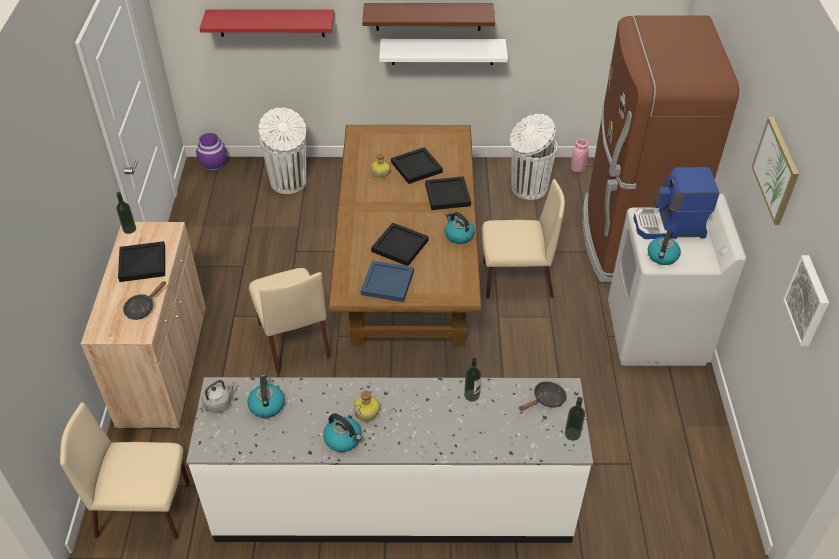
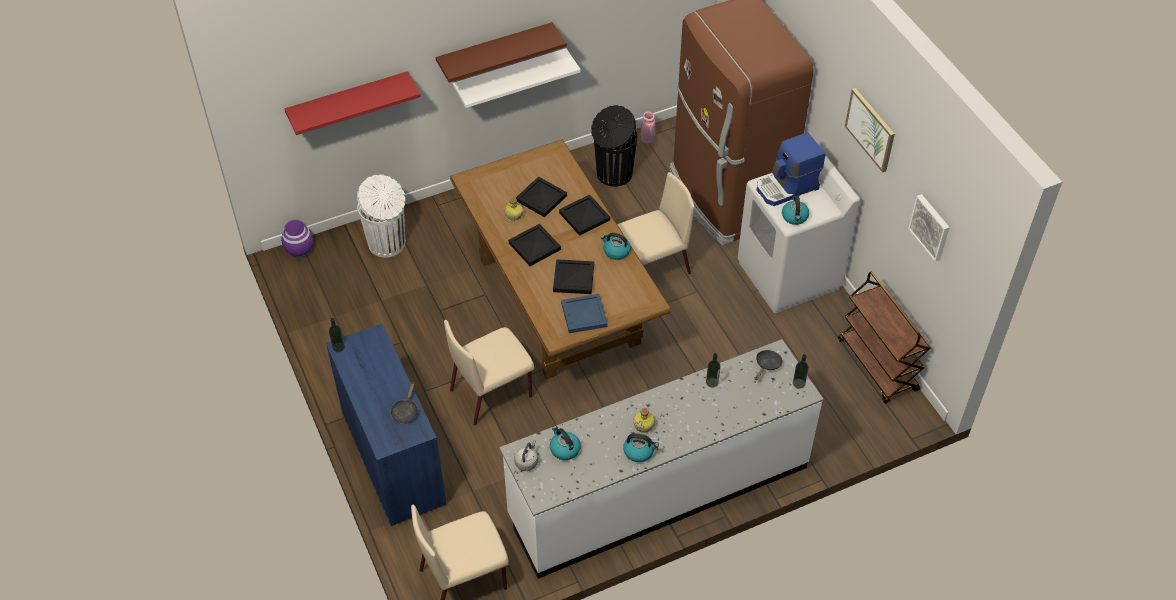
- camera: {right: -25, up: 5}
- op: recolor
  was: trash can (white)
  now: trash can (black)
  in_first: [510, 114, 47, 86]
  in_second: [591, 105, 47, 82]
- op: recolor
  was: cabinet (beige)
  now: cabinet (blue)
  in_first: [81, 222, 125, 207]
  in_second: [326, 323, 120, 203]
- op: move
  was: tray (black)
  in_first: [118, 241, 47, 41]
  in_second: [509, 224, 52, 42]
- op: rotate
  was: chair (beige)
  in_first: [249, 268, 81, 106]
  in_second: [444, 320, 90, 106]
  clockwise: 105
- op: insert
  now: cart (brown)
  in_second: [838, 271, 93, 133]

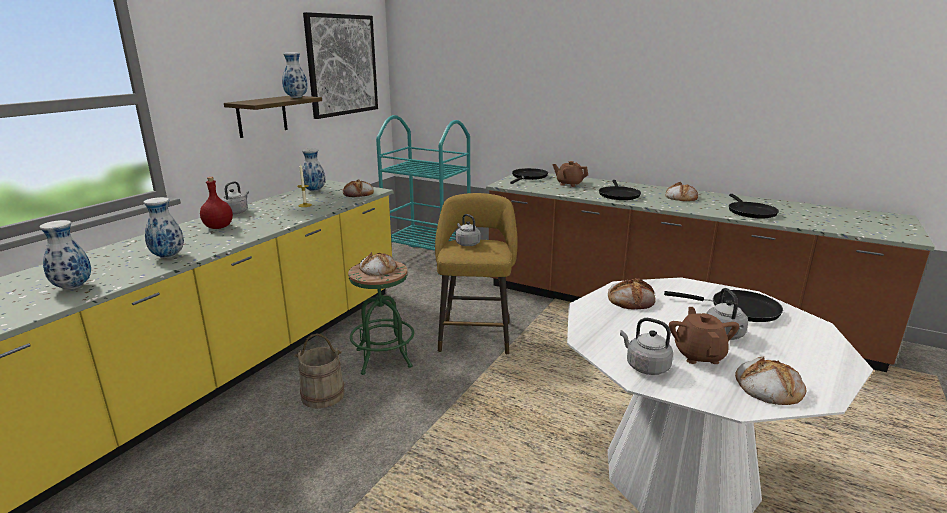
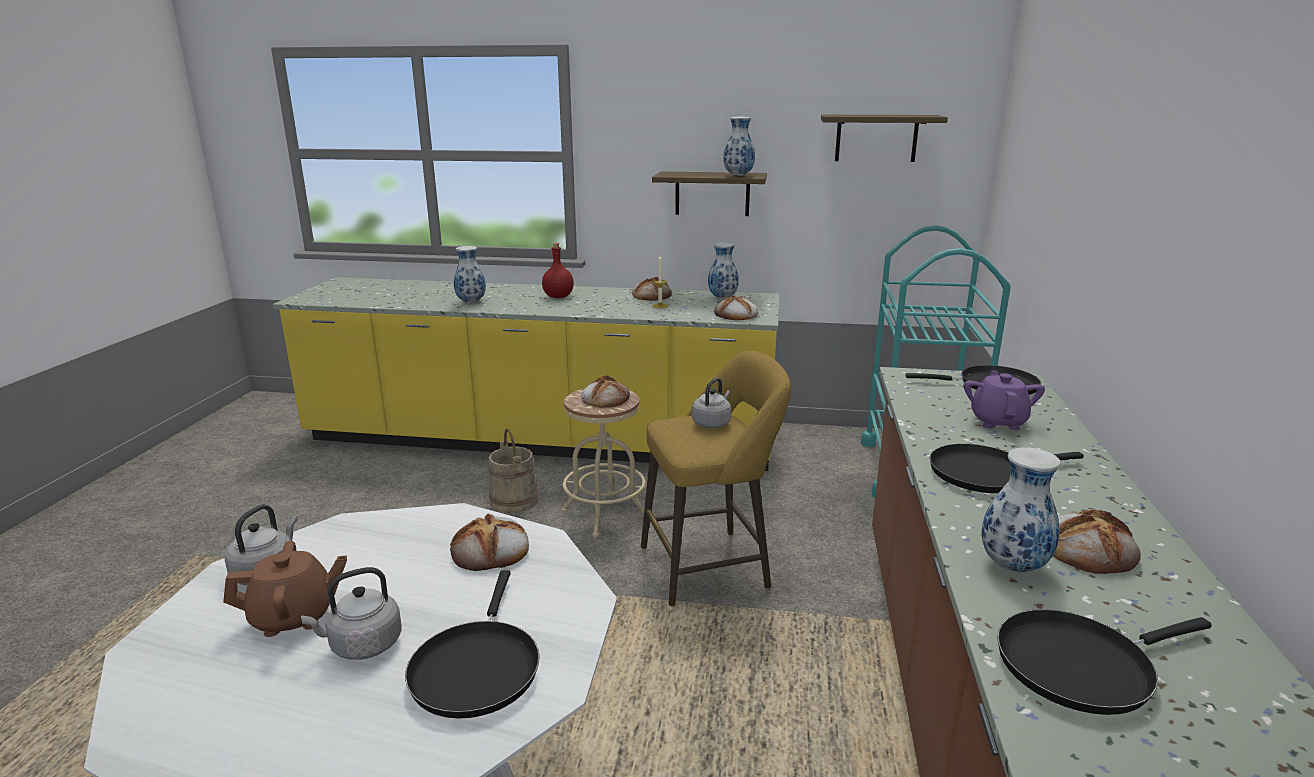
- camera: {right: 70, up: 0}
- op: replace
  was: picture
  now: shelf
  in_first: [303, 12, 75, 107]
  in_second: [821, 115, 127, 47]
- op: recolor
  was: teapot (brown)
  now: teapot (purple)
  in_first: [553, 161, 35, 26]
  in_second: [964, 370, 81, 60]
- op: delete
  was: kettle (grey)
  in_first: [221, 181, 28, 34]
- op: move
  was: vase
  in_first: [40, 220, 51, 70]
  in_second: [982, 447, 79, 126]
- op: recolor
  was: stool (green)
  now: stool (beige)
  in_first: [348, 261, 66, 114]
  in_second: [562, 388, 83, 150]
- op: move
  was: bread
  in_first: [735, 356, 71, 49]
  in_second: [632, 277, 40, 24]

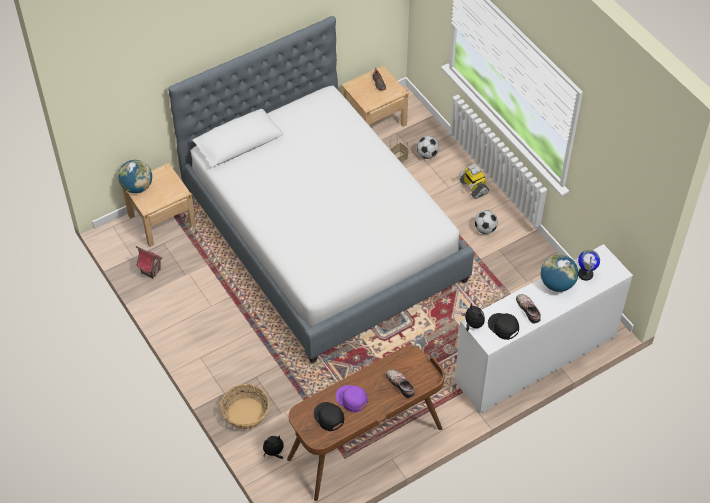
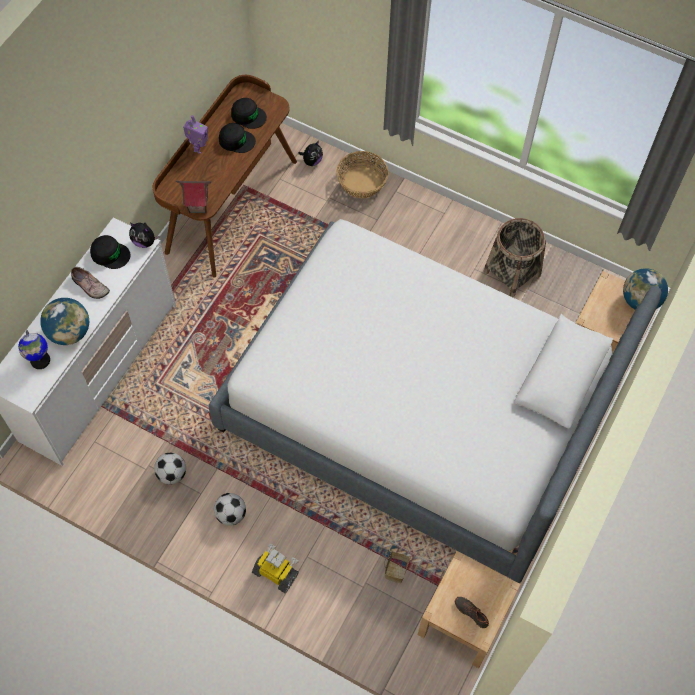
- camera: {right: 150, up: 10}
- op: move
  was: football
  in_first: [417, 136, 22, 23]
  in_second: [154, 453, 32, 32]
- op: move
  was: toy house
  in_first: [136, 246, 26, 33]
  in_second: [176, 181, 36, 33]
- op: delete
  was: shoe
  in_first: [386, 370, 29, 28]
- op: recolor
  was: cap (purple)
  now: cap (black)
  in_first: [336, 385, 32, 27]
  in_second: [219, 123, 37, 30]
- op: insert
  now: toy robot
  in_second: [183, 115, 25, 39]
- op: insert
  now: basket
  in_second: [483, 218, 63, 80]

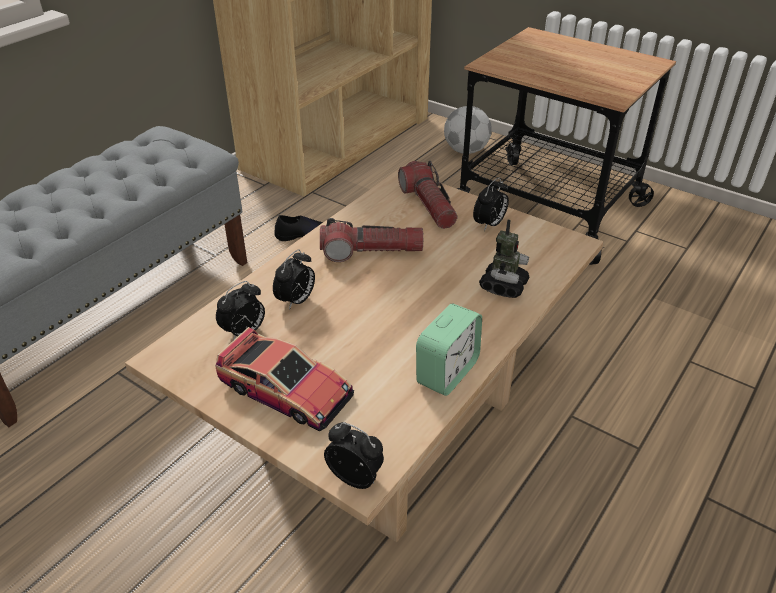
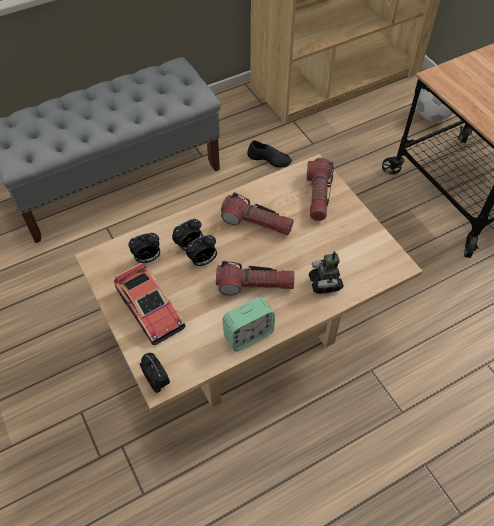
- camera: {right: 25, up: 15}
- op: move
  was: alarm clock
  in_first: [473, 177, 36, 54]
  in_second: [186, 235, 31, 31]
- op: rotate
  was: toy robot
  in_first: [479, 219, 50, 79]
  in_second: [309, 251, 35, 43]
  clockwise: 120
- op: insert
  now: flashlight
  in_second: [216, 261, 79, 35]

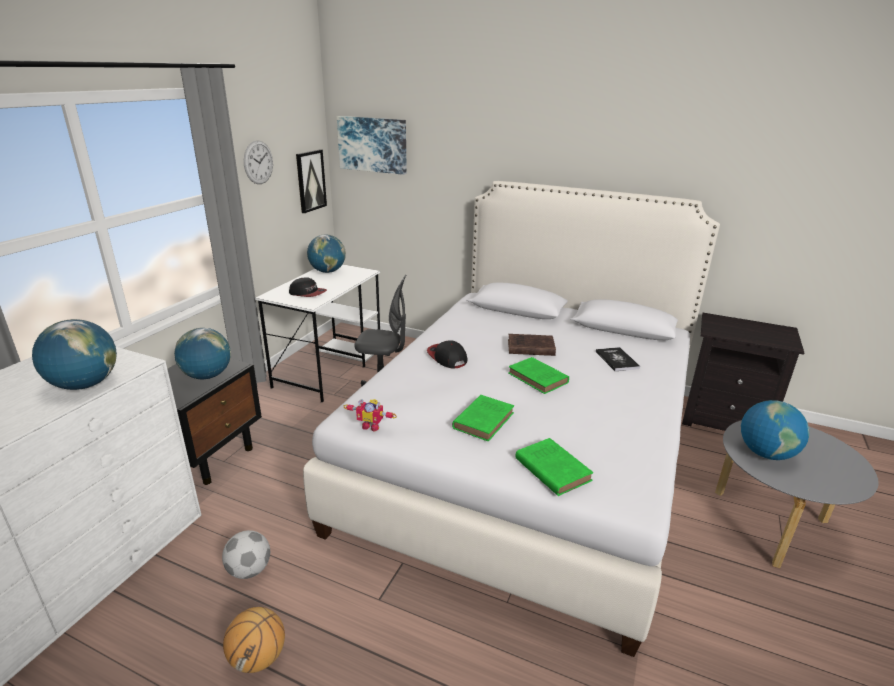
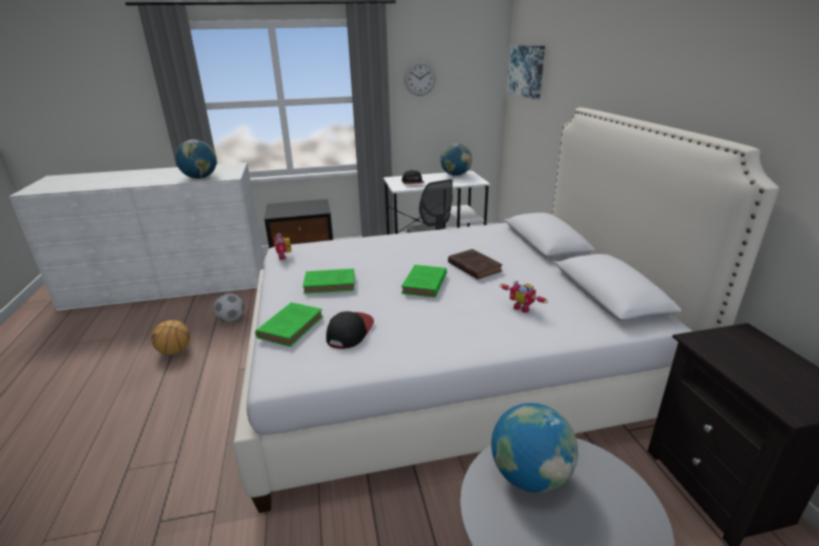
- camera: {right: 55, up: 0}
- op: delete
  was: picture
  in_first: [296, 150, 31, 63]
- op: delete
  was: globe
  in_first: [174, 328, 57, 51]
- op: move
  was: cap
  in_first: [427, 340, 40, 29]
  in_second: [326, 311, 48, 38]
- op: replace
  was: book
  now: toy robot
  in_first: [596, 347, 44, 24]
  in_second: [500, 280, 48, 33]

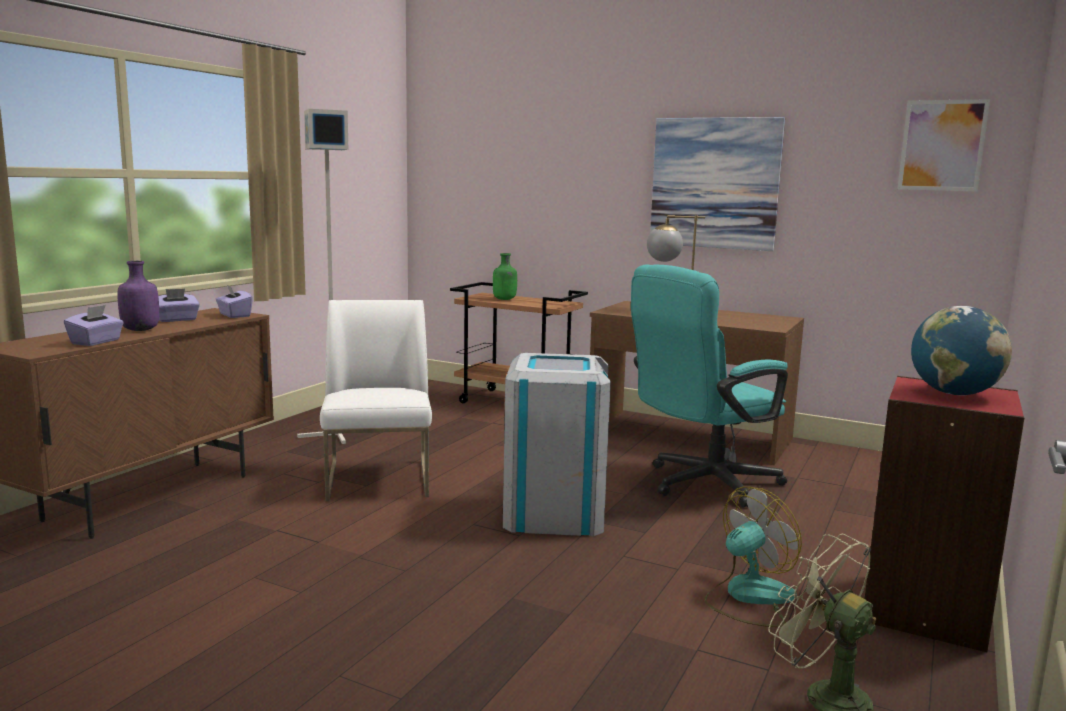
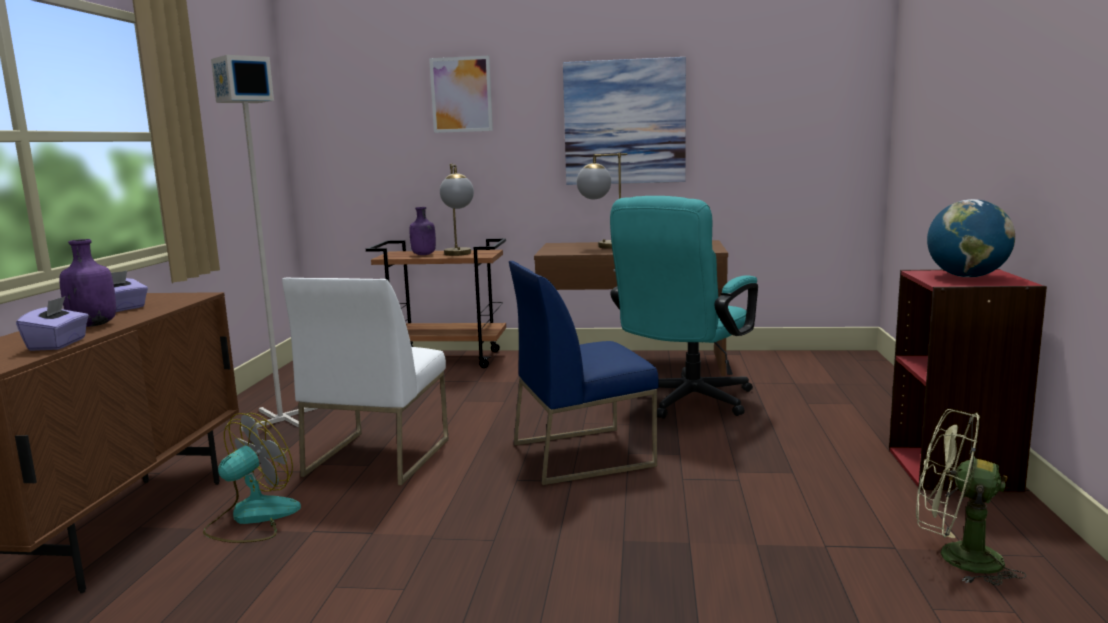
- camera: {right: -20, up: 0}
- op: move
  was: picture
  in_first: [897, 99, 93, 93]
  in_second: [429, 56, 64, 77]
- op: recolor
  was: bottle (green)
  now: bottle (purple)
  in_first: [493, 253, 24, 47]
  in_second: [410, 207, 26, 48]
- op: delete
  was: tissue box (purple)
  in_first: [216, 285, 37, 33]
- op: rotate
  was: chair (white)
  in_first: [320, 300, 112, 201]
  in_second: [282, 277, 167, 209]
  clockwise: -135
- op: replace
  was: trash can (grey)
  now: chair (blue)
  in_first: [503, 353, 108, 183]
  in_second: [509, 261, 150, 224]
- op: move
  was: fan
  in_first: [704, 486, 98, 141]
  in_second: [203, 413, 98, 130]
- op: insert
  now: table lamp
  in_second: [440, 164, 34, 92]

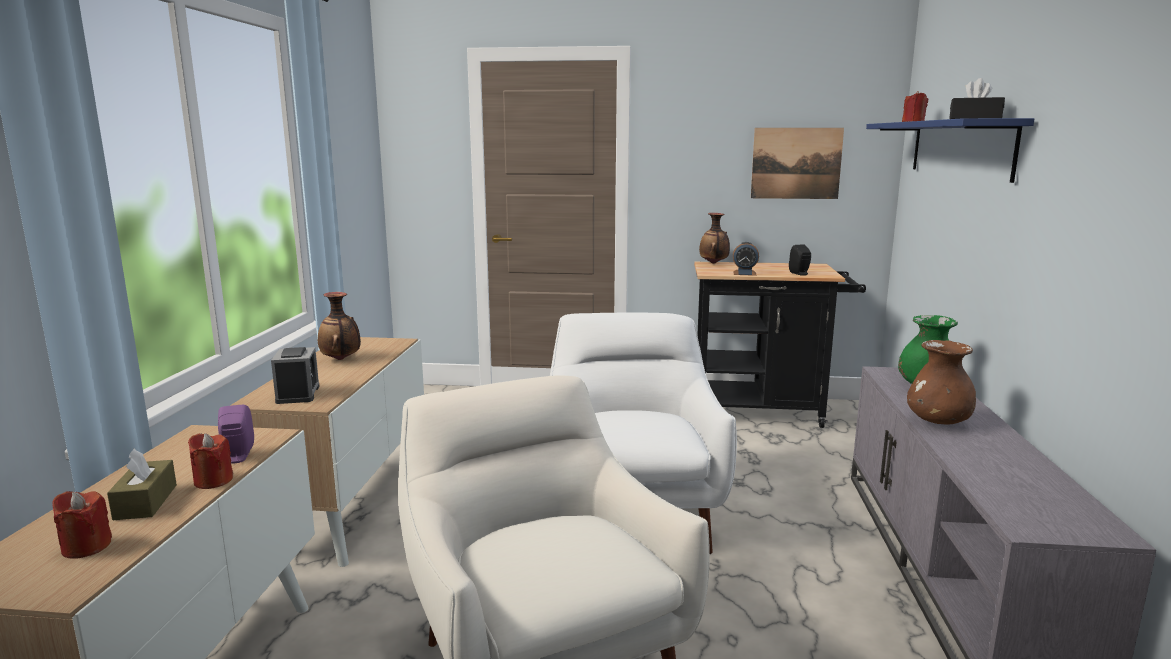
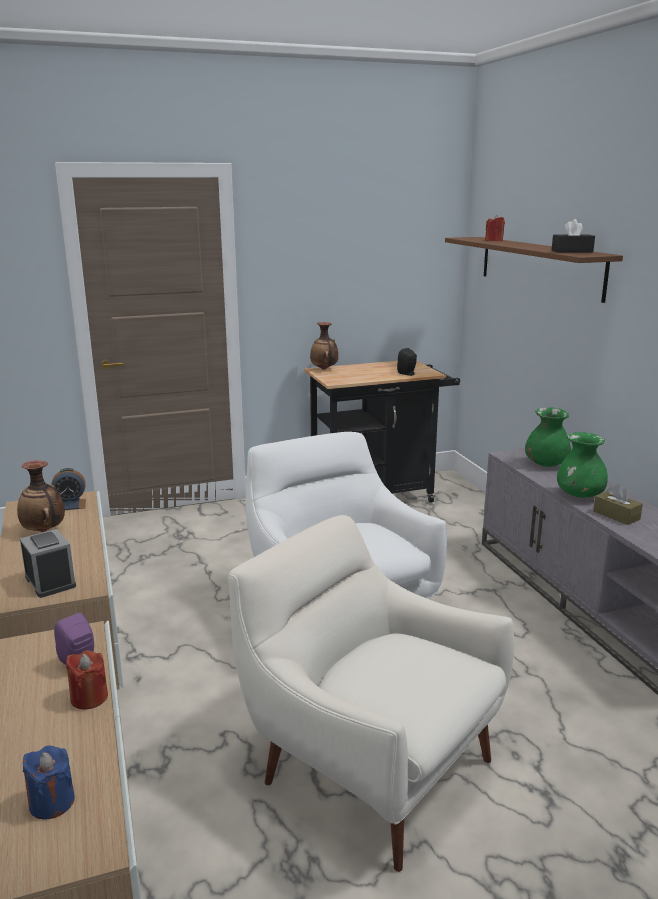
- camera: {right: -25, up: 5}
- op: recolor
  was: shelf (blue)
  now: shelf (brown)
  in_first: [866, 118, 168, 65]
  in_second: [445, 237, 178, 66]
- op: delete
  was: picture
  in_first: [751, 128, 93, 71]
- op: move
  was: alarm clock
  in_first: [733, 242, 26, 34]
  in_second: [51, 468, 35, 42]
- op: recolor
  was: vase (brown)
  now: vase (green)
  in_first: [907, 340, 69, 85]
  in_second: [557, 432, 51, 66]
- op: move
  was: tissue box (brown)
  in_first: [107, 449, 70, 71]
  in_second: [593, 484, 50, 41]
- op: recolor
  was: candle (red)
  now: candle (blue)
  in_first: [52, 491, 60, 68]
  in_second: [23, 745, 52, 74]

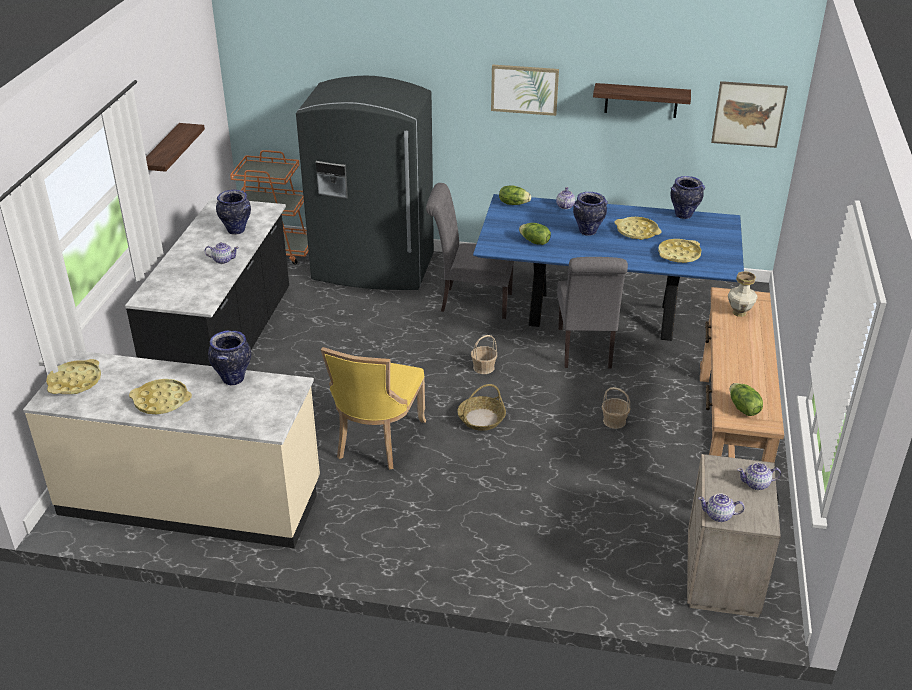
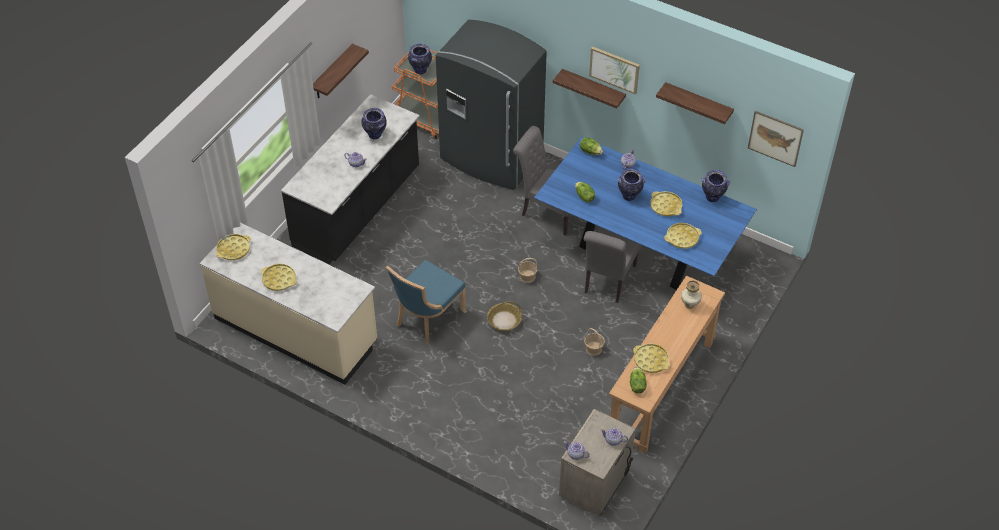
- camera: {right: 20, up: 15}
- op: move
  was: vase
  in_first: [208, 331, 43, 54]
  in_second: [408, 44, 24, 30]
- op: recolor
  was: chair (yellow)
  now: chair (blue)
  in_first: [321, 347, 106, 123]
  in_second: [386, 260, 81, 84]
- op: insert
  now: shelf
  in_second: [553, 69, 73, 40]
- op: insert
  now: tray (yellow)
  in_second: [633, 343, 37, 30]

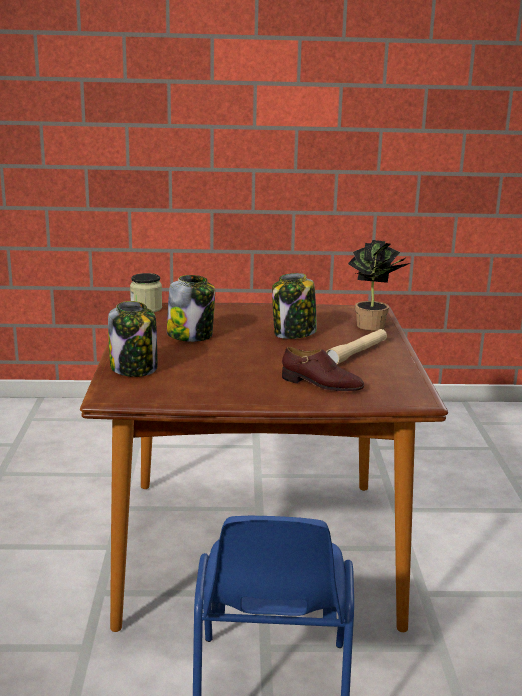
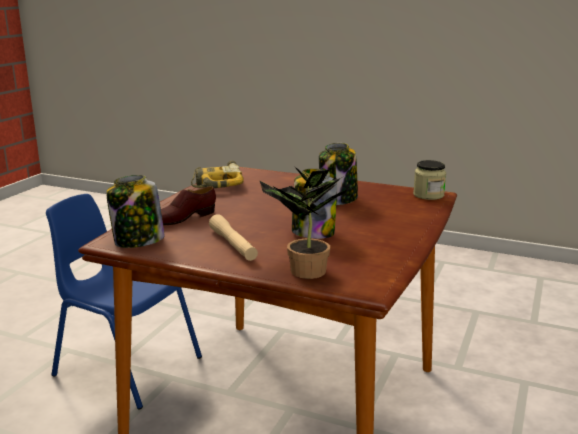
- camera: {right: 115, up: 0}
- op: move
  was: jar
  in_first: [108, 301, 50, 76]
  in_second: [106, 175, 59, 73]
- op: insert
  now: power drill
  in_second: [191, 161, 53, 27]

